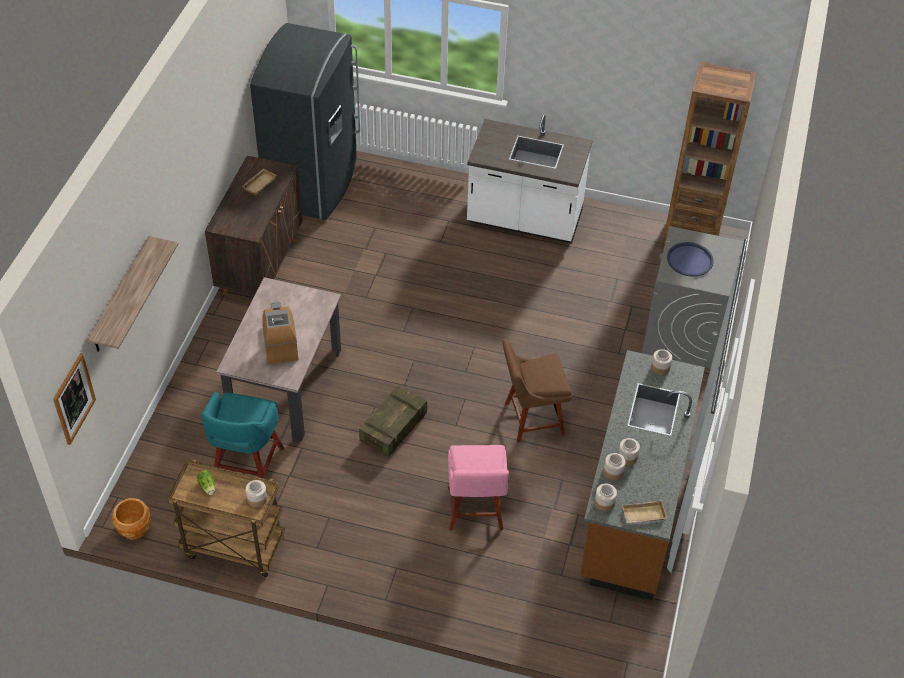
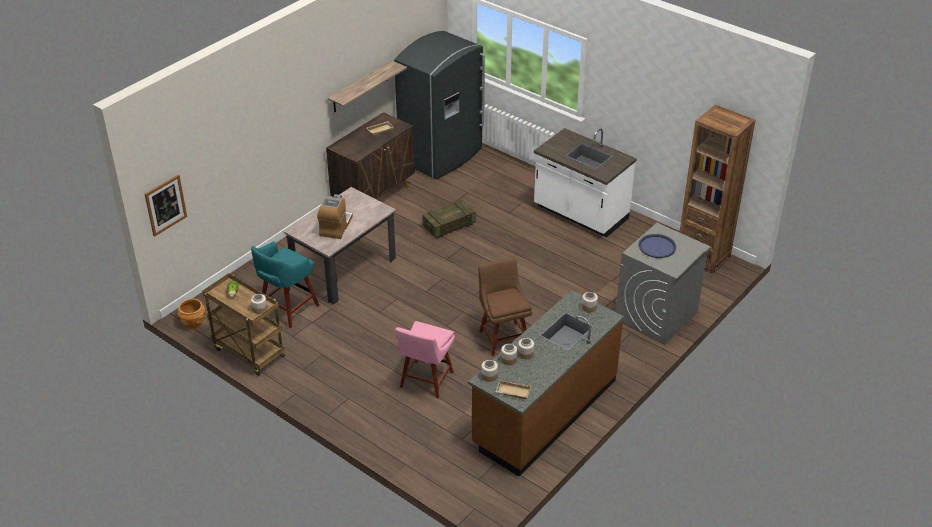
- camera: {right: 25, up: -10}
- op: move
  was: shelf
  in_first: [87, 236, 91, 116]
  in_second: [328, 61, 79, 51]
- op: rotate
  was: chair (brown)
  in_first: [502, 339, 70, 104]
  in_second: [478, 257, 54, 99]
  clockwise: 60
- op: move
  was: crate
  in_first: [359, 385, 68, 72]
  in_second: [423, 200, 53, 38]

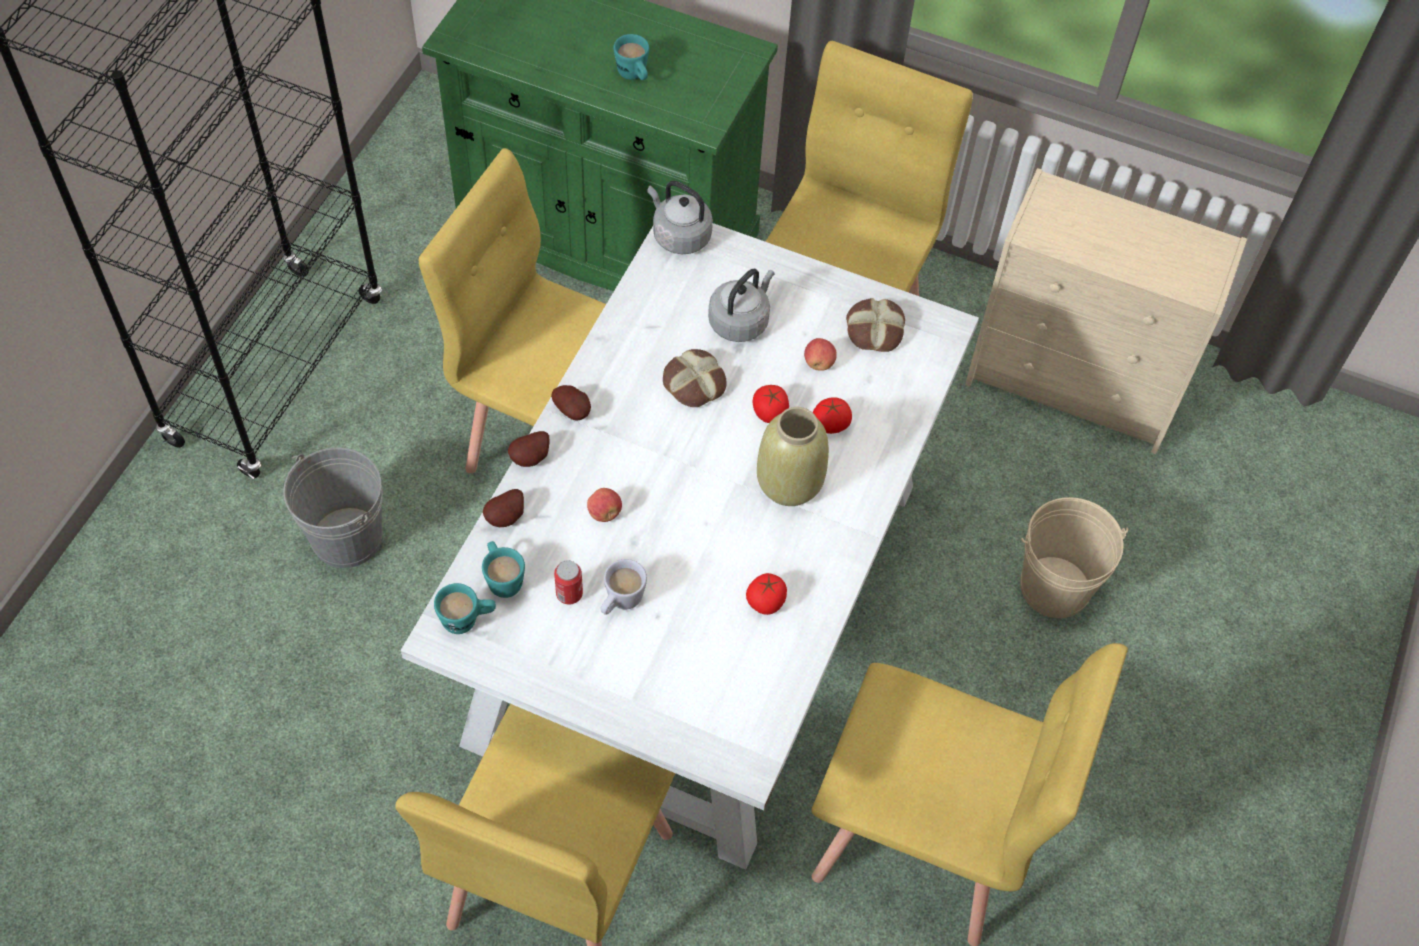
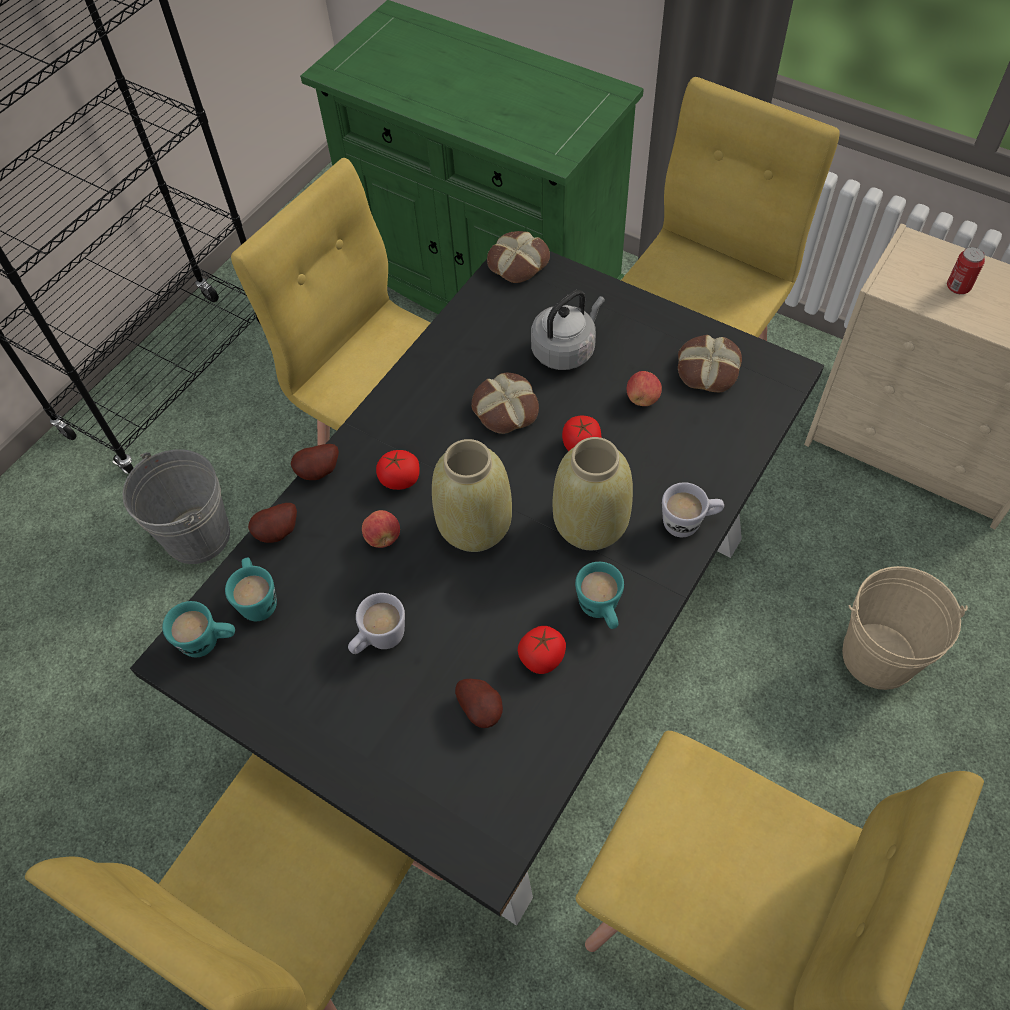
- camera: {right: 15, up: 0}
- op: move
  was: mug (turquoise)
  in_first: [613, 34, 36, 46]
  in_second: [575, 562, 49, 67]
- op: replace
  was: kettle (grey)
  now: bread
  in_first: [647, 181, 66, 73]
  in_second: [487, 231, 63, 52]
- op: recolor
  was: dining table (white)
  now: dining table (black)
  in_first: [401, 223, 578, 647]
  in_second: [130, 251, 694, 674]
- op: move
  was: potato
  in_first: [551, 385, 40, 35]
  in_second: [455, 679, 48, 49]
- op: move
  was: tomato
  in_first: [813, 397, 39, 37]
  in_second: [376, 450, 44, 40]
- op: move
  was: can
  in_first: [554, 560, 29, 45]
  in_second: [947, 247, 38, 47]
- op: insert
  now: vase (beige)
  in_second: [432, 439, 80, 113]
- op: insert
  now: mug (white)
  in_second: [662, 482, 62, 55]

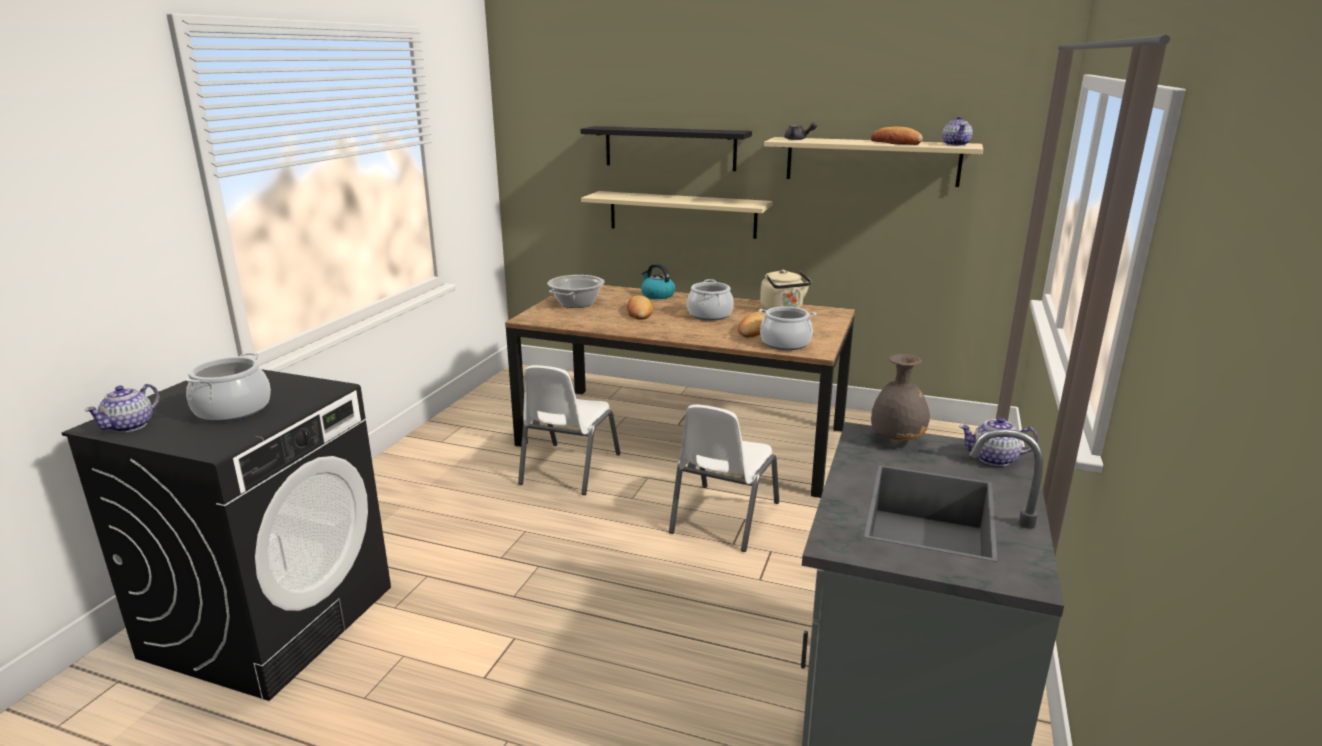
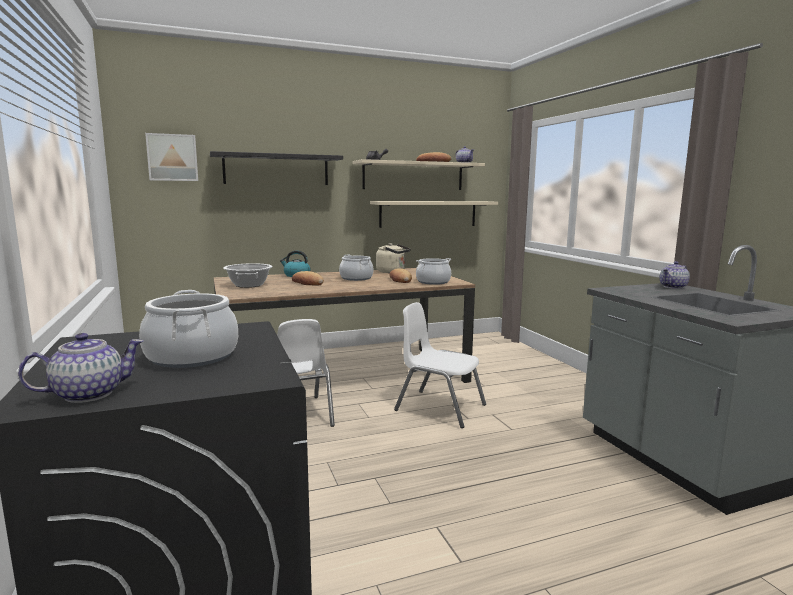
- camera: {right: -40, up: -10}
- op: move
  was: shelf (beige)
  in_first: [581, 191, 192, 48]
  in_second: [370, 201, 128, 27]
- op: delete
  was: vase (grey)
  in_first: [871, 354, 59, 88]
- op: rotate
  was: teapot
  in_first: [84, 384, 76, 49]
  in_second: [18, 333, 125, 70]
  clockwise: -105
- op: rotate
  was: chair (white)
  in_first: [669, 404, 110, 148]
  in_second: [394, 302, 92, 126]
  clockwise: 135
- op: insert
  now: picture
  in_second: [145, 133, 53, 48]

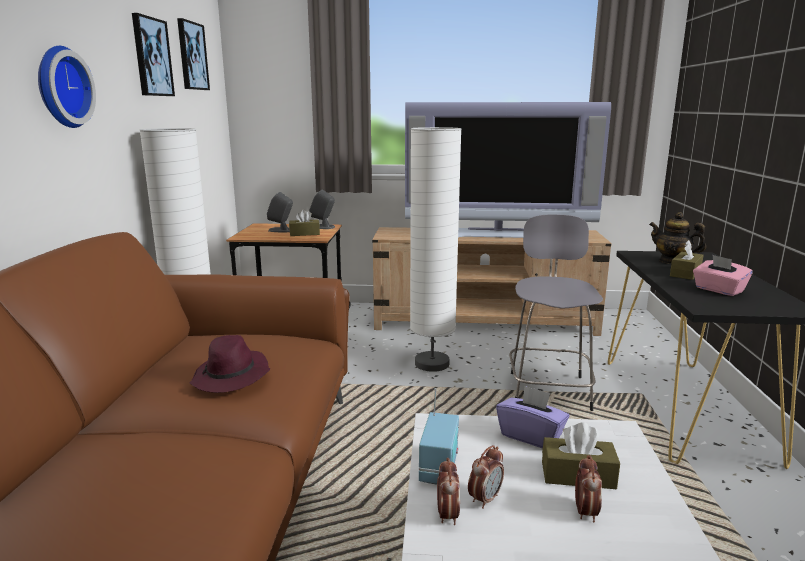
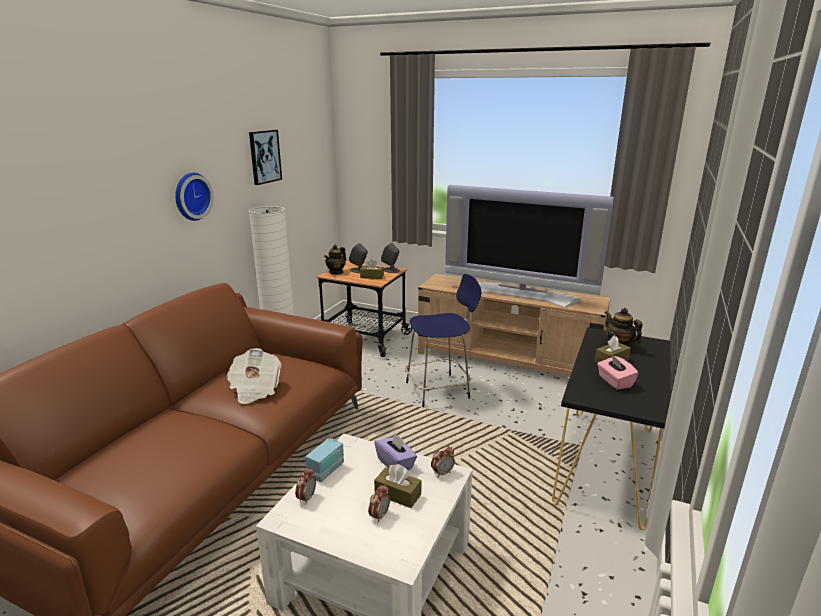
- camera: {right: 20, up: 5}
- op: delete
  was: picture
  in_first: [177, 18, 33, 72]
- op: replace
  was: floor lamp (white)
  now: stool (blue)
  in_first: [410, 127, 52, 245]
  in_second: [406, 274, 75, 133]
- op: delete
  was: stool (grey)
  in_first: [509, 214, 94, 197]
- op: replace
  was: hat (purple)
  now: newspaper
  in_first: [189, 335, 81, 58]
  in_second: [227, 348, 55, 56]
- op: move
  was: alarm clock
  in_first: [468, 445, 36, 64]
  in_second: [431, 446, 24, 31]
- op: insert
  now: teapot
  in_second: [324, 245, 22, 30]

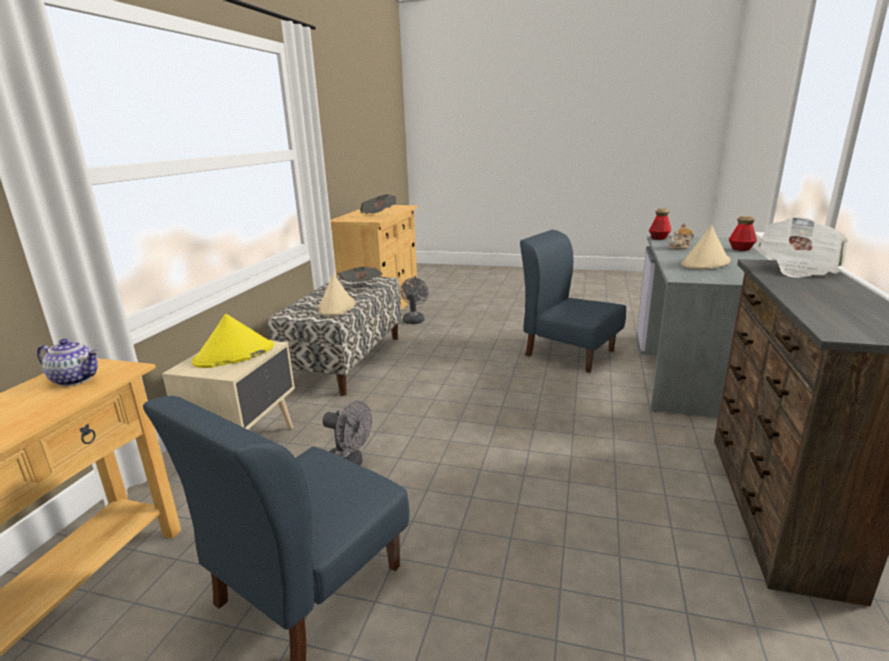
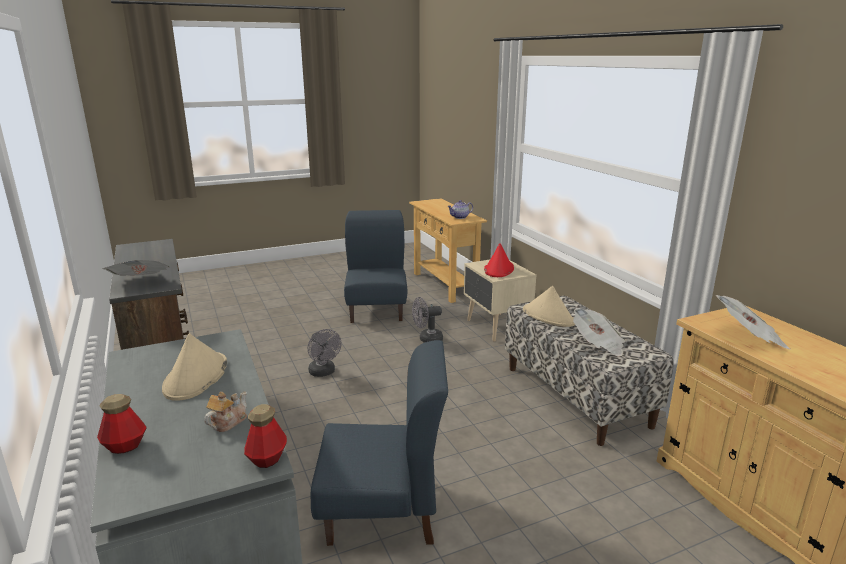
- camera: {right: 140, up: 0}
- op: move
  was: fan (grey)
  in_first: [400, 277, 29, 47]
  in_second: [307, 329, 35, 48]
- op: recolor
  was: hat (yellow)
  now: hat (red)
  in_first: [192, 314, 82, 54]
  in_second: [484, 243, 30, 34]

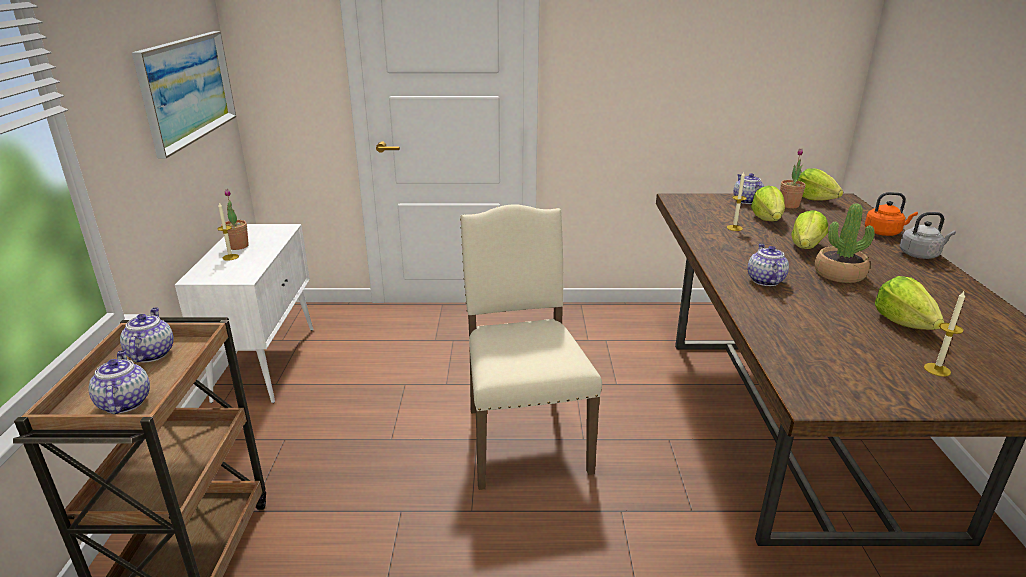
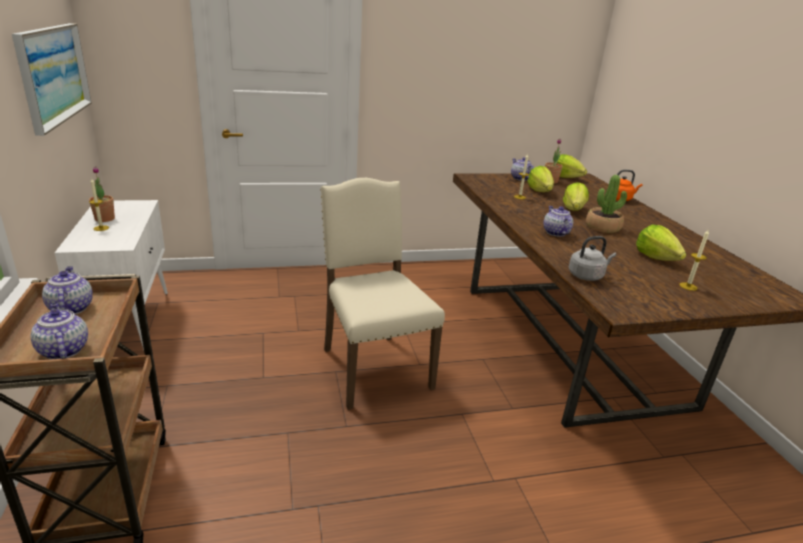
- camera: {right: -15, up: 0}
- op: move
  was: kettle (grey)
  in_first: [900, 212, 56, 47]
  in_second: [569, 236, 47, 45]

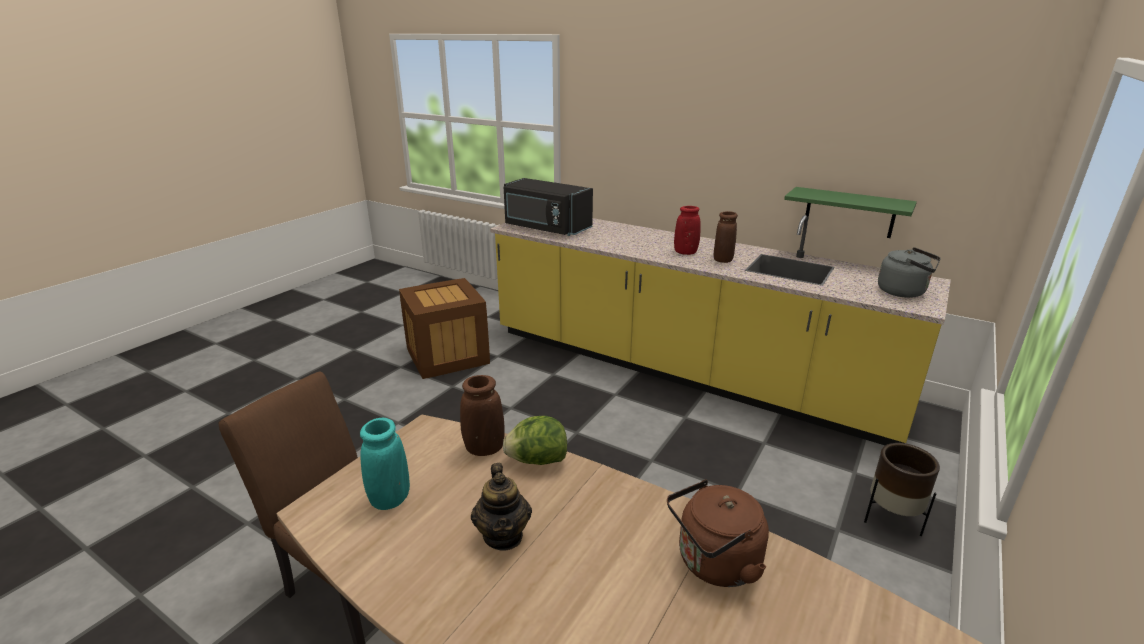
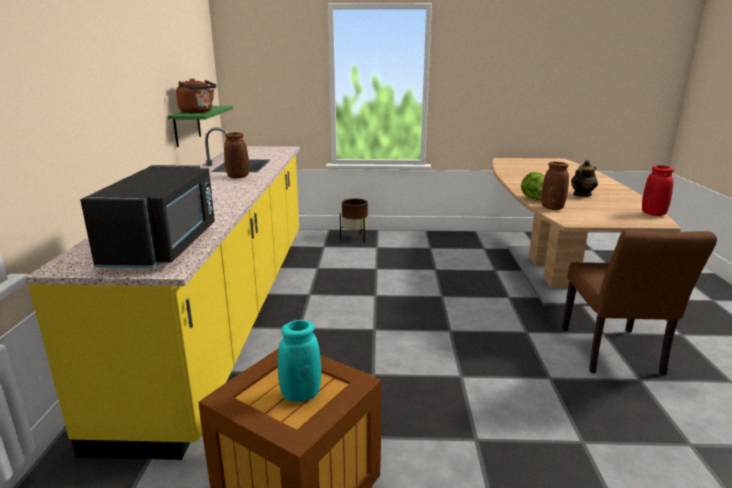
- camera: {right: -120, up: -5}
- op: move
  was: vase (red)
  in_first: [674, 206, 27, 49]
  in_second: [642, 165, 32, 51]
- op: delete
  was: kettle (grey)
  in_first: [878, 247, 63, 51]
- op: move
  was: vase (turquoise)
  in_first: [360, 418, 50, 92]
  in_second: [278, 320, 43, 82]
- op: move
  was: kettle (brown)
  in_first: [667, 480, 102, 107]
  in_second: [176, 78, 40, 35]

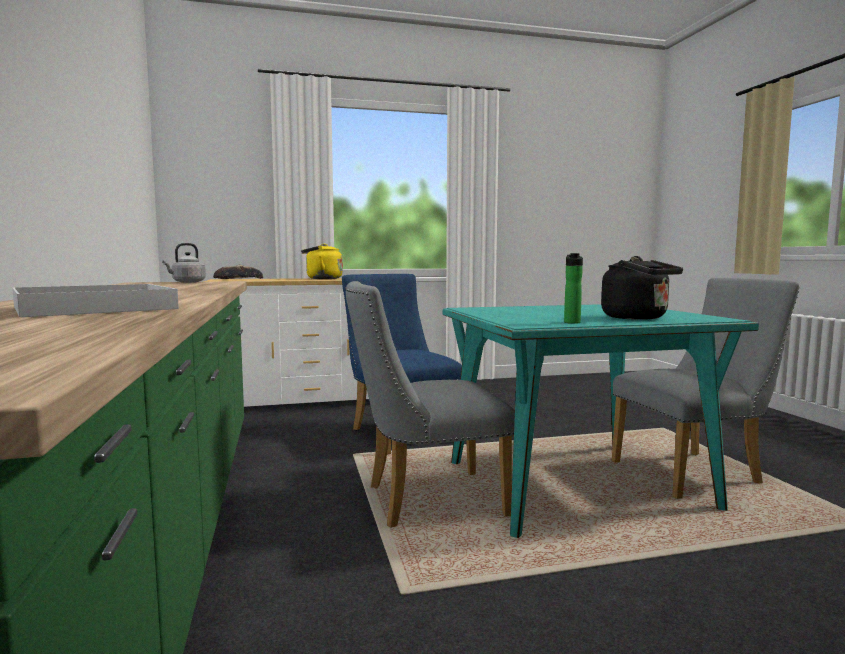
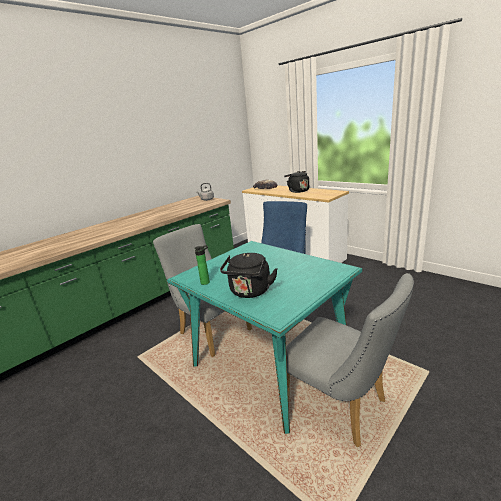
- camera: {right: 60, up: 15}
- op: recolor
  was: kettle (yellow)
  now: kettle (black)
  in_first: [301, 244, 42, 35]
  in_second: [284, 171, 25, 22]
- op: delete
  was: tray (white)
  in_first: [12, 284, 167, 33]

